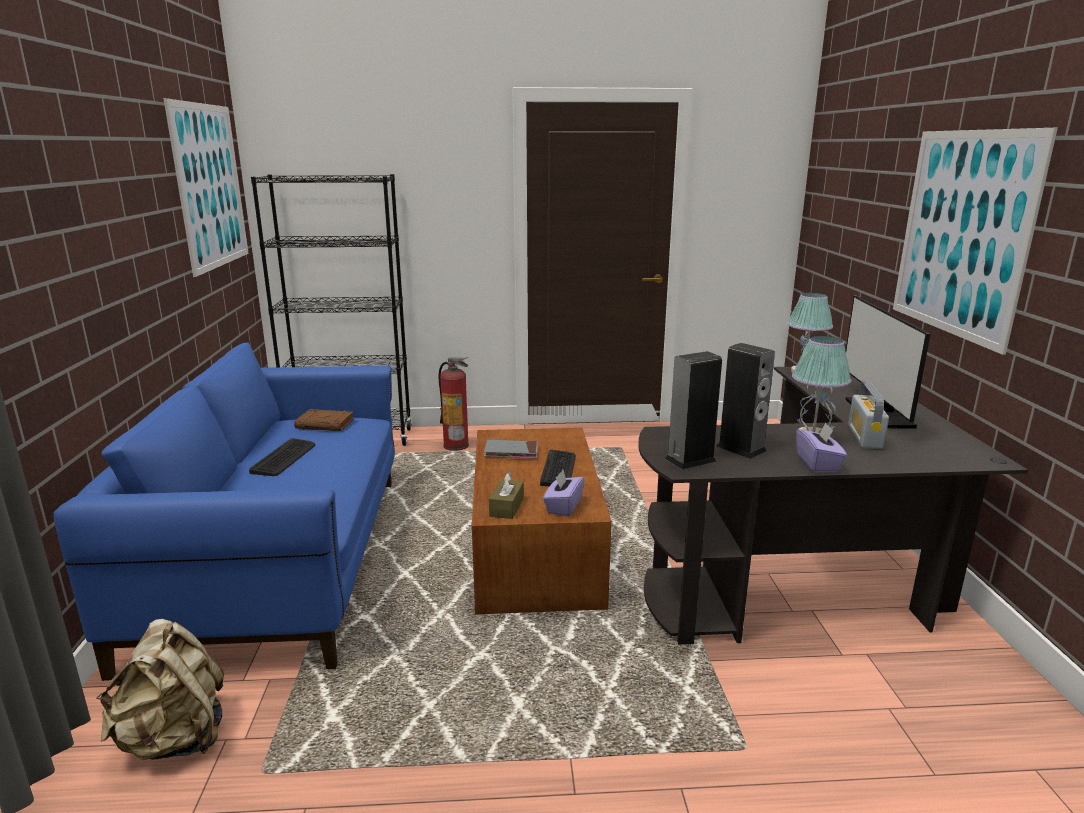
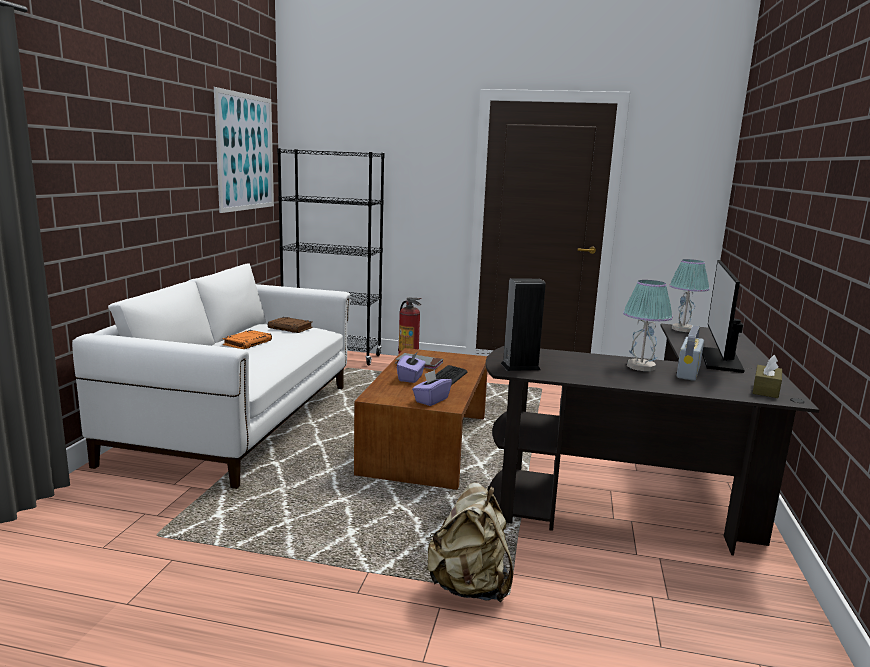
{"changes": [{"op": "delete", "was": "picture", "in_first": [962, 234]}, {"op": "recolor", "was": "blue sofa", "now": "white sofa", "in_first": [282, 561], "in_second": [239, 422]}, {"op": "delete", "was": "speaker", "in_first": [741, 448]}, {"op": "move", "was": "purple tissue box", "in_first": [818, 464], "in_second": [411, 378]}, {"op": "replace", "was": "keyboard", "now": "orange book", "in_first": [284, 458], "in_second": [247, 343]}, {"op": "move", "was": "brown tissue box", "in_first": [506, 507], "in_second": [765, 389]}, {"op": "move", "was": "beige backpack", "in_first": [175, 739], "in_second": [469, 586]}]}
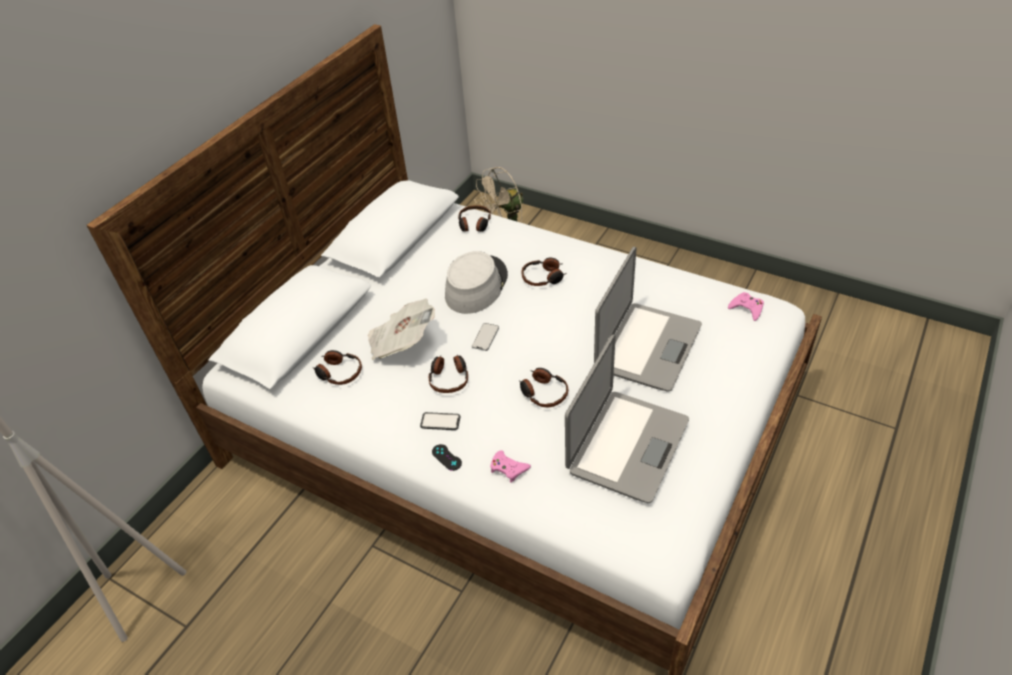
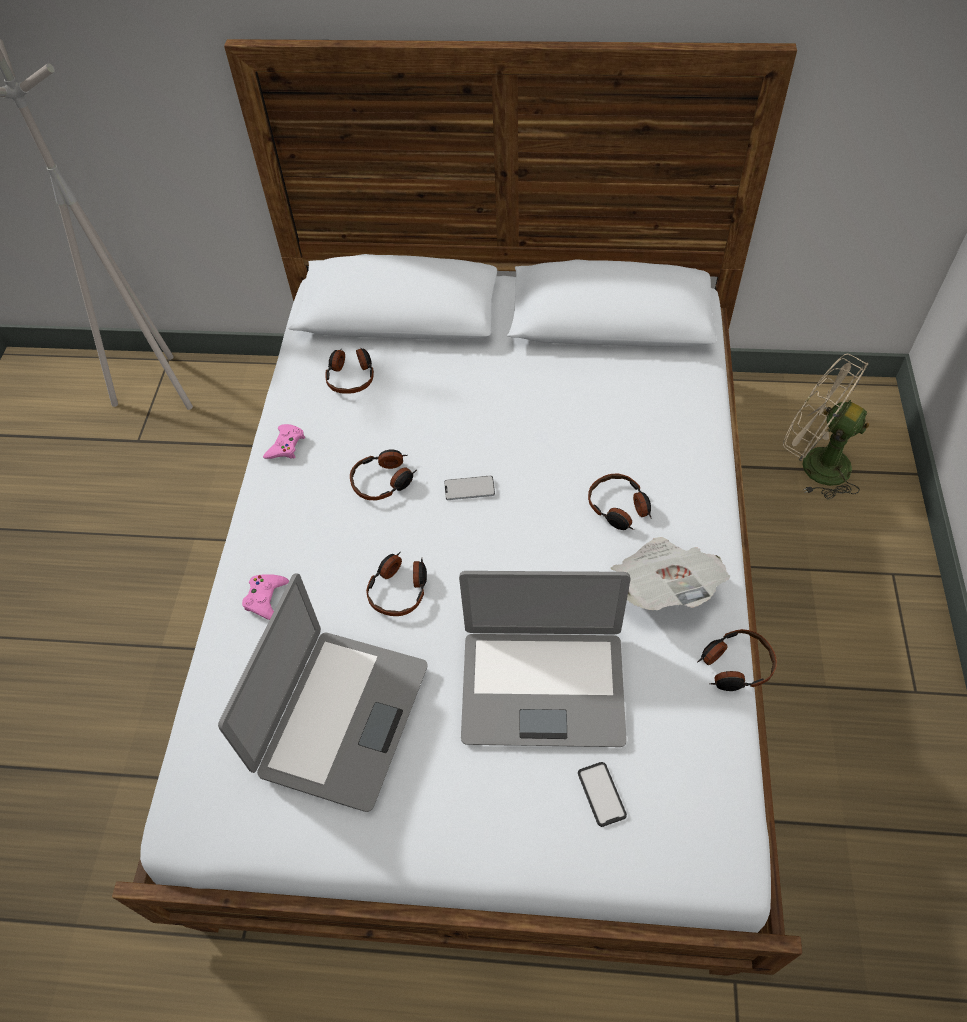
{"changes": [{"op": "move", "was": "headphones", "in_first": [474, 224], "in_second": [735, 666]}, {"op": "delete", "was": "grey hat", "in_first": [476, 285]}, {"op": "move", "was": "pink game controller", "in_first": [747, 308], "in_second": [286, 445]}, {"op": "move", "was": "newspaper", "in_first": [401, 343], "in_second": [664, 587]}, {"op": "rotate", "was": "laptop", "in_first": [626, 445], "in_second": [341, 718], "clockwise": -75}, {"op": "move", "was": "phone", "in_first": [440, 421], "in_second": [601, 794]}, {"op": "delete", "was": "black game controller", "in_first": [446, 457]}]}
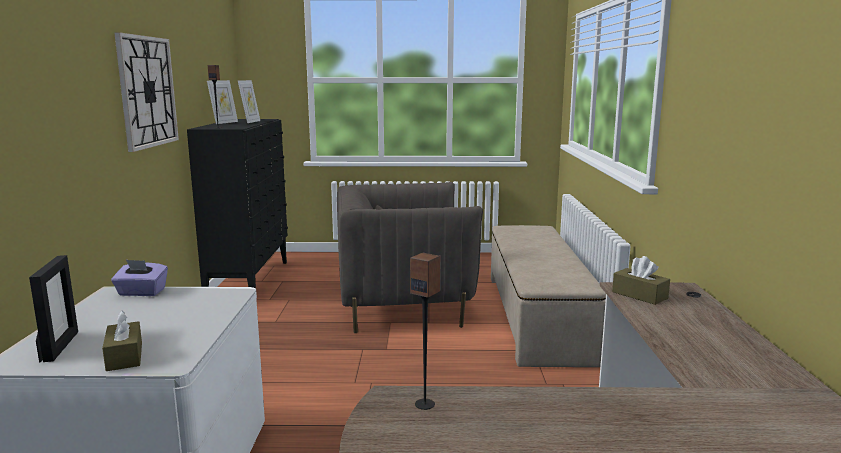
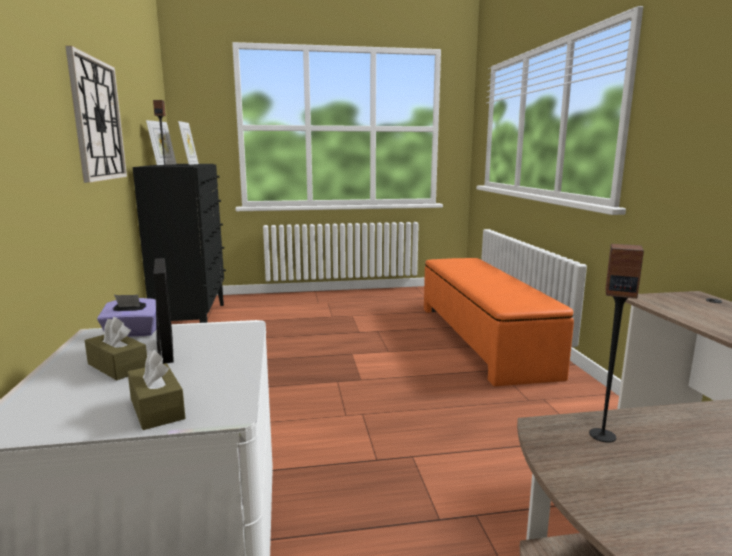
{"changes": [{"op": "delete", "was": "grey armchair", "in_first": [403, 303]}, {"op": "recolor", "was": "beige bench", "now": "orange bench", "in_first": [537, 316], "in_second": [483, 339]}, {"op": "move", "was": "picture frame", "in_first": [59, 346], "in_second": [166, 349]}, {"op": "move", "was": "brown tissue box", "in_first": [639, 295], "in_second": [117, 367]}]}
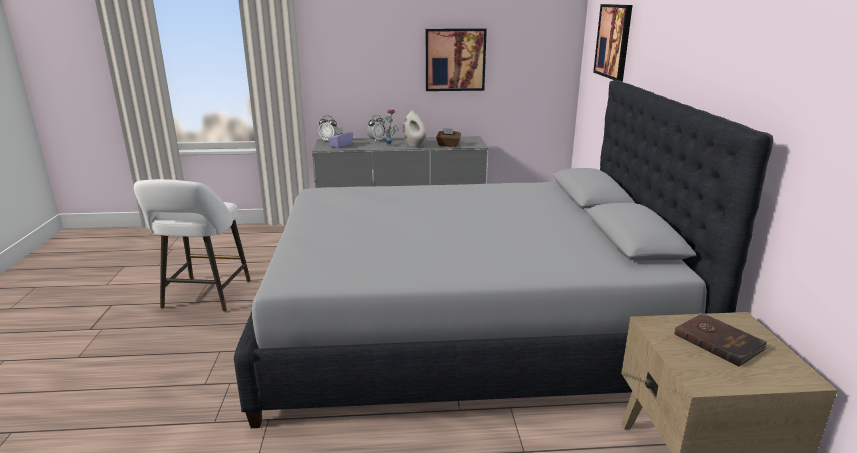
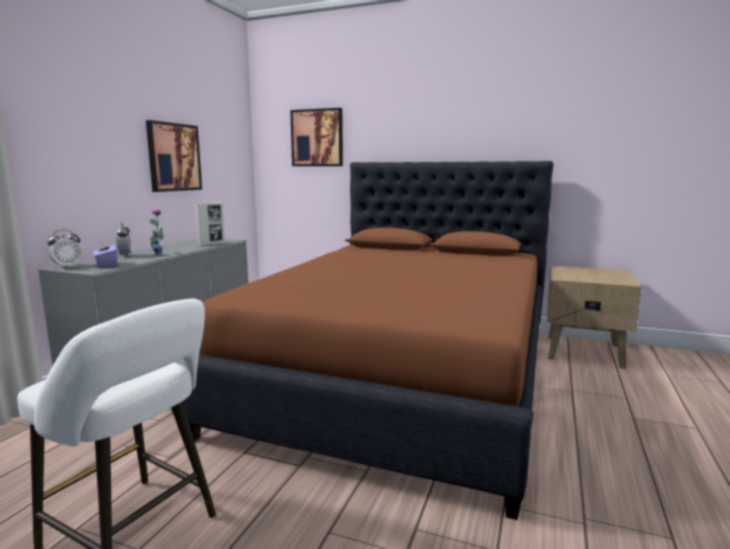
{"changes": [{"op": "recolor", "was": "grey bed", "now": "brown bed", "in_first": [466, 329], "in_second": [404, 375]}, {"op": "delete", "was": "white vase", "in_first": [415, 145]}, {"op": "replace", "was": "brown tissue box", "now": "picture frame", "in_first": [448, 145], "in_second": [211, 244]}, {"op": "delete", "was": "brown book", "in_first": [718, 341]}]}
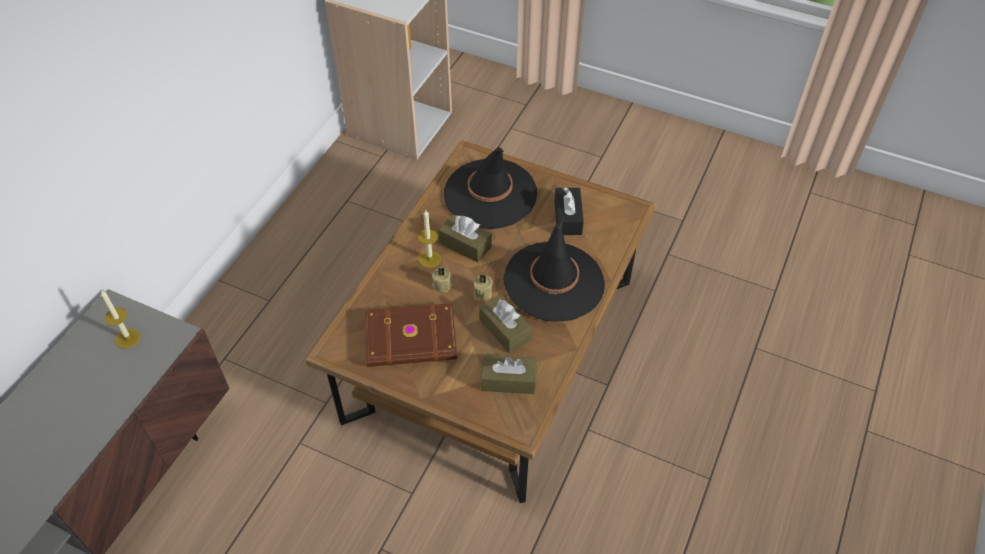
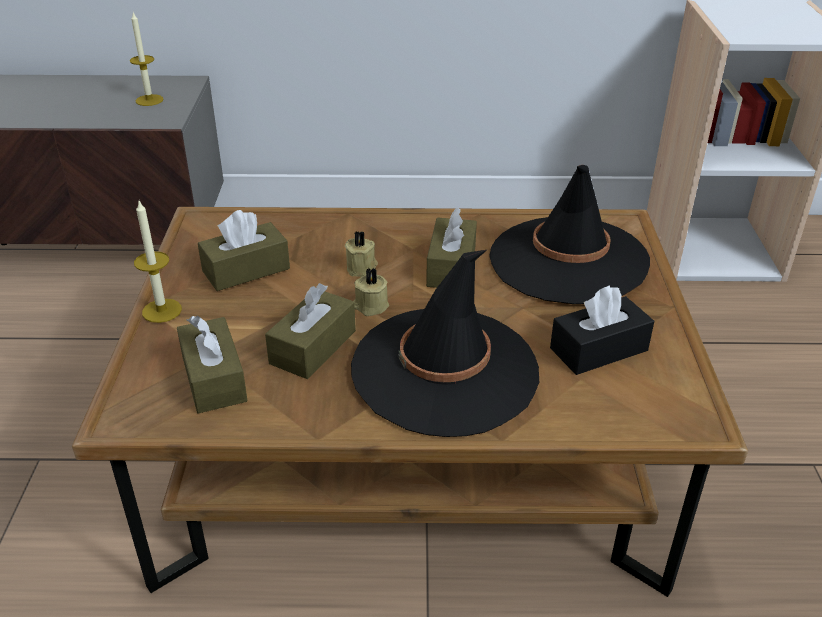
{"changes": [{"op": "move", "was": "candle", "in_first": [429, 259], "in_second": [162, 310]}, {"op": "replace", "was": "brown book", "now": "brown tissue box", "in_first": [411, 340], "in_second": [246, 270]}]}
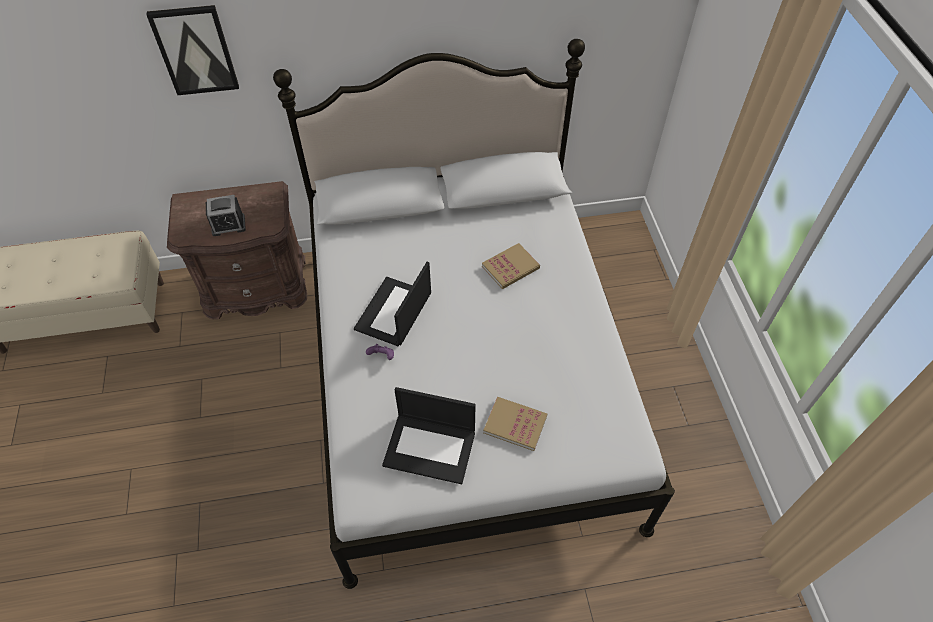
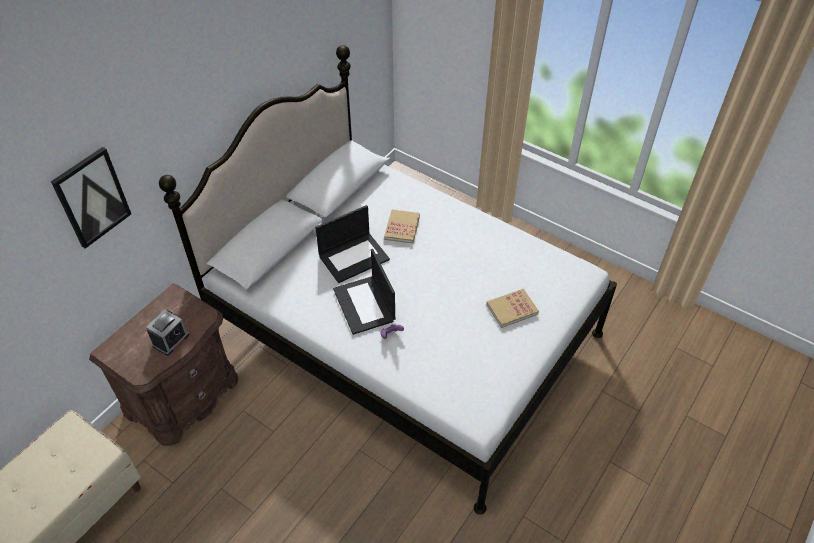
{"changes": [{"op": "move", "was": "laptop", "in_first": [431, 448], "in_second": [354, 257]}]}
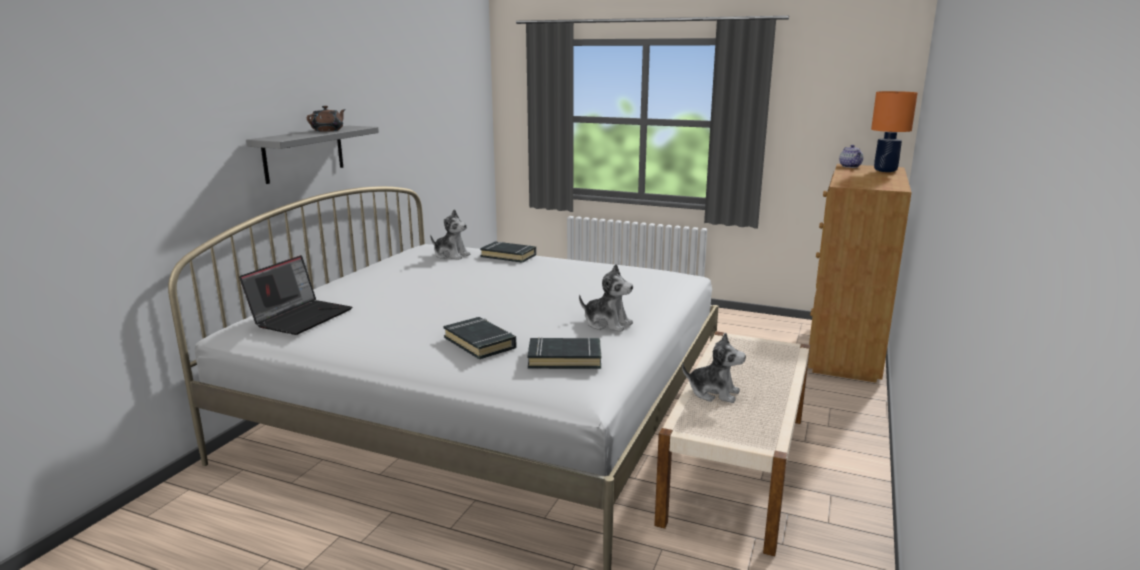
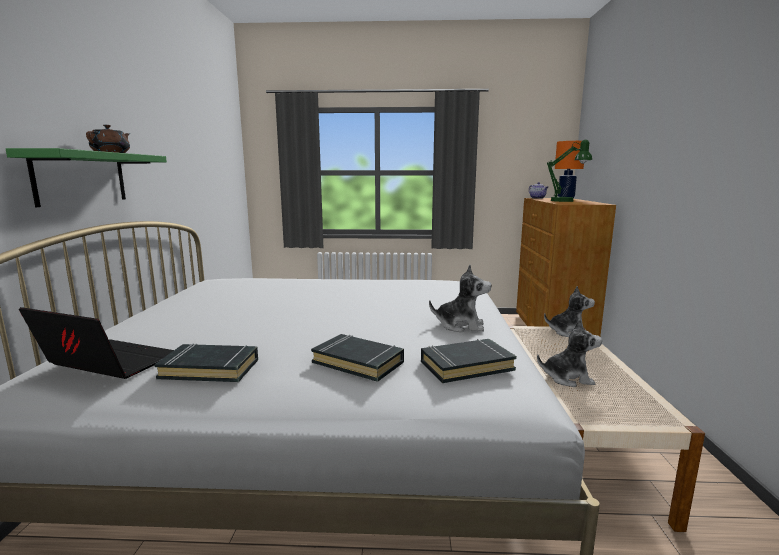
{"changes": [{"op": "recolor", "was": "grey shelf", "now": "green shelf", "in_first": [304, 153], "in_second": [81, 178]}, {"op": "move", "was": "plush toy", "in_first": [451, 255], "in_second": [568, 332]}, {"op": "move", "was": "black book", "in_first": [508, 256], "in_second": [210, 368]}, {"op": "rotate", "was": "laptop", "in_first": [301, 317], "in_second": [106, 363], "clockwise": -75}, {"op": "insert", "now": "green table lamp", "in_second": [567, 201]}]}
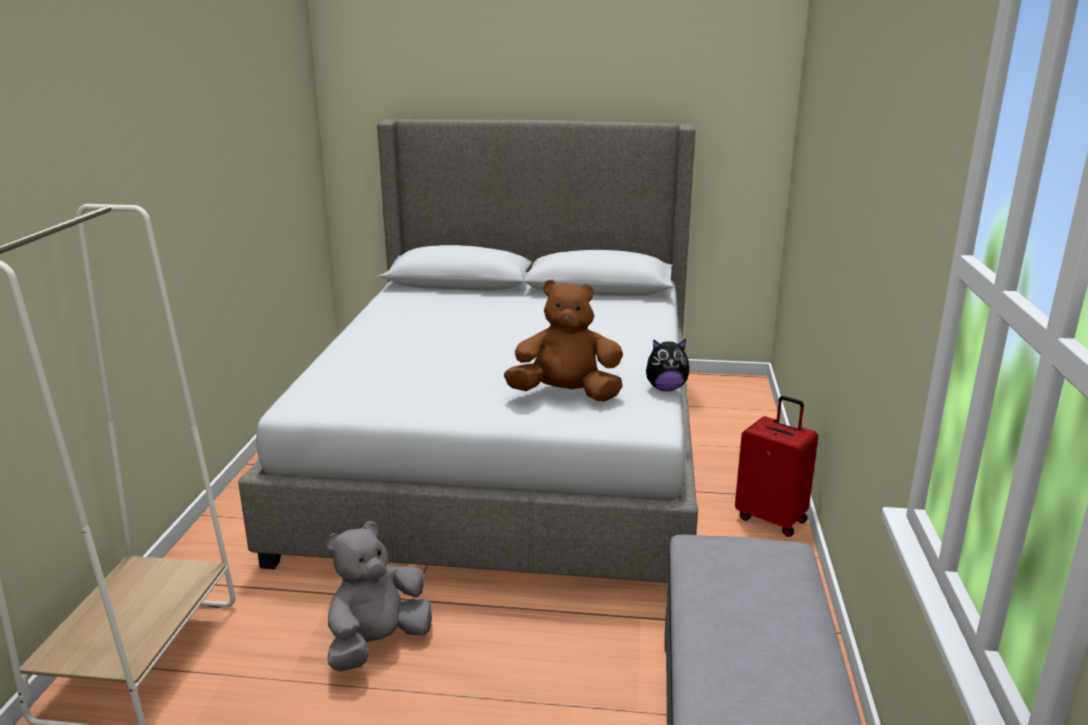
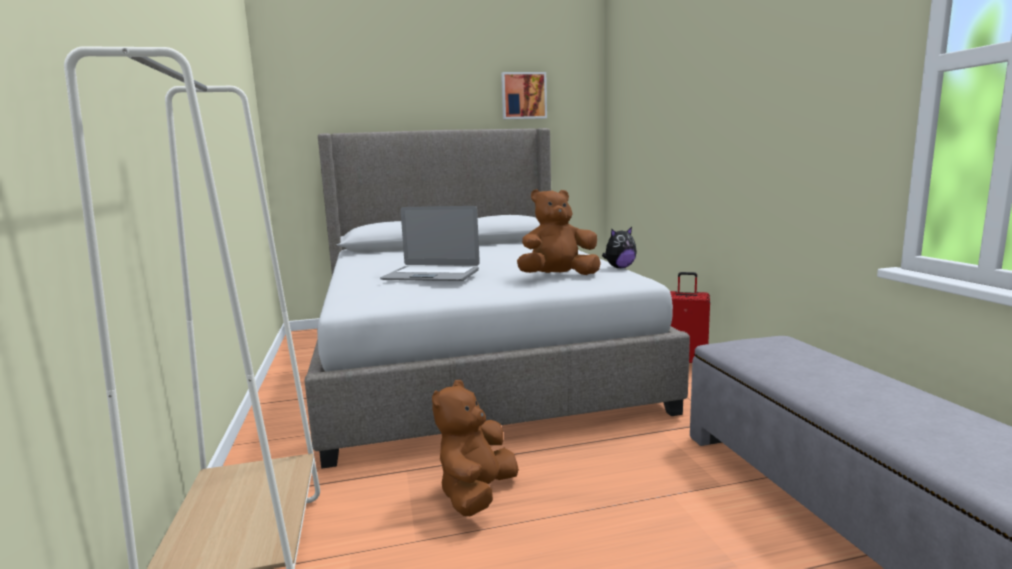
{"changes": [{"op": "recolor", "was": "grey plush toy", "now": "brown plush toy", "in_first": [377, 644], "in_second": [477, 494]}, {"op": "insert", "now": "picture", "in_second": [523, 96]}, {"op": "insert", "now": "laptop", "in_second": [432, 275]}]}
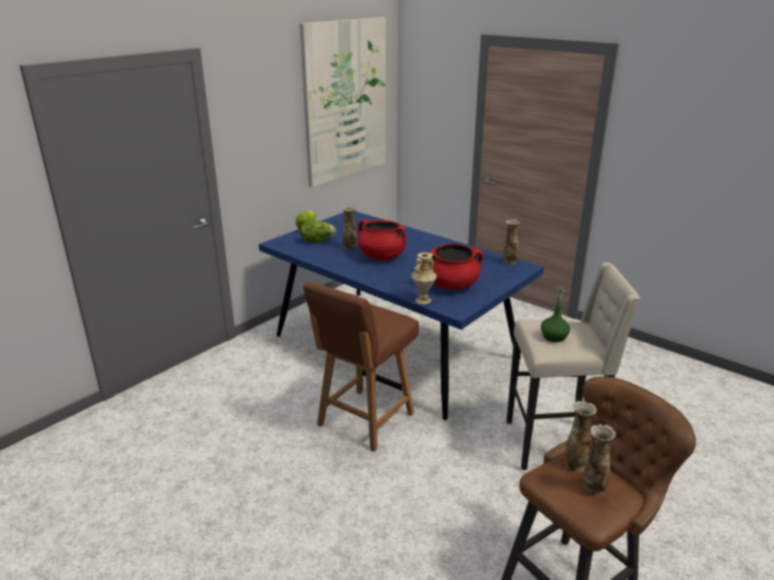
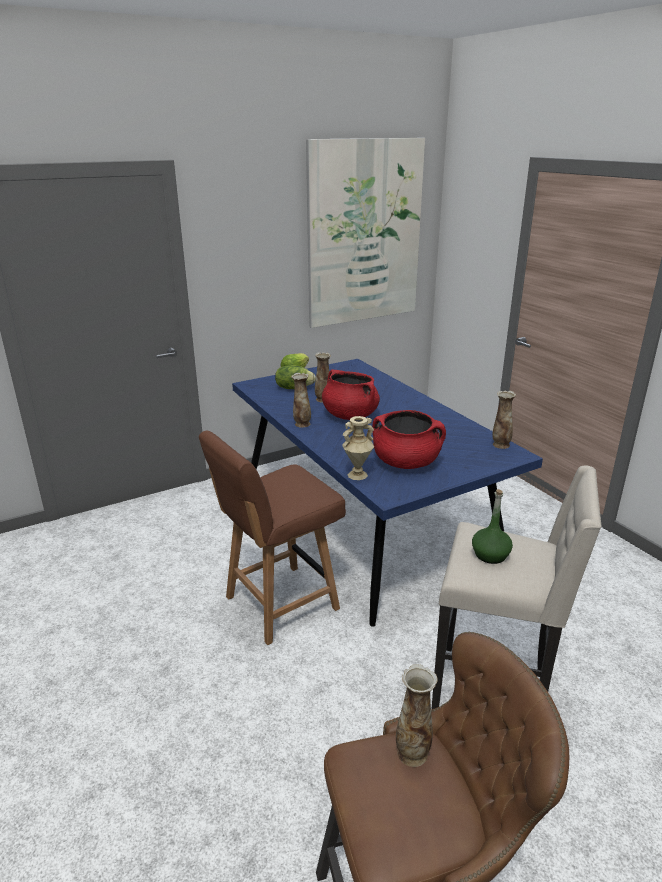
{"changes": [{"op": "move", "was": "vase", "in_first": [593, 488], "in_second": [302, 424]}]}
